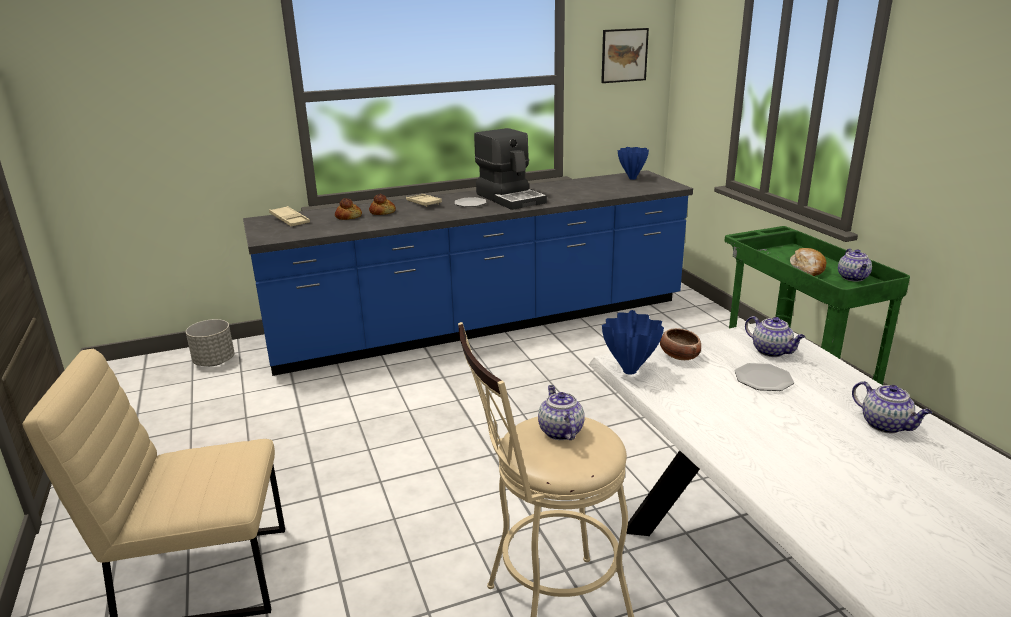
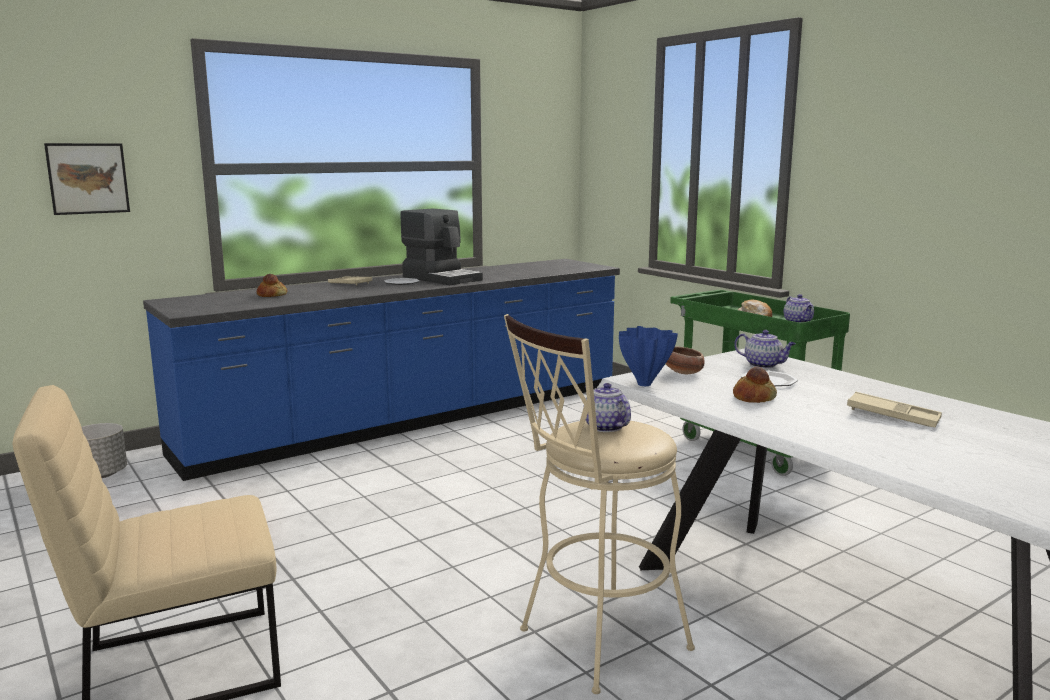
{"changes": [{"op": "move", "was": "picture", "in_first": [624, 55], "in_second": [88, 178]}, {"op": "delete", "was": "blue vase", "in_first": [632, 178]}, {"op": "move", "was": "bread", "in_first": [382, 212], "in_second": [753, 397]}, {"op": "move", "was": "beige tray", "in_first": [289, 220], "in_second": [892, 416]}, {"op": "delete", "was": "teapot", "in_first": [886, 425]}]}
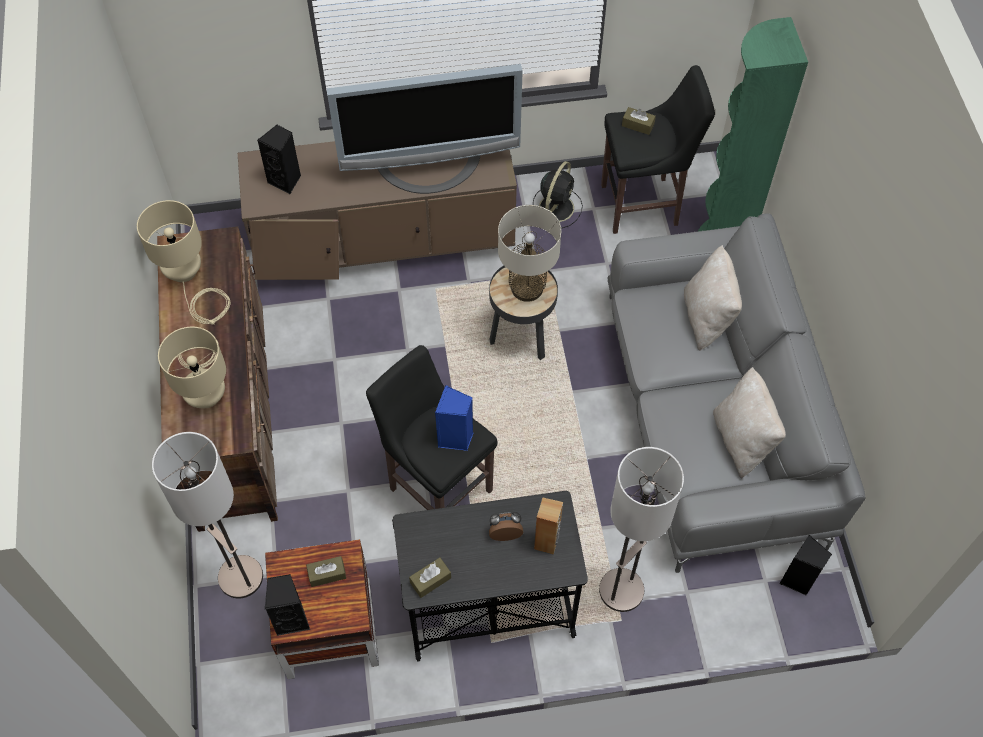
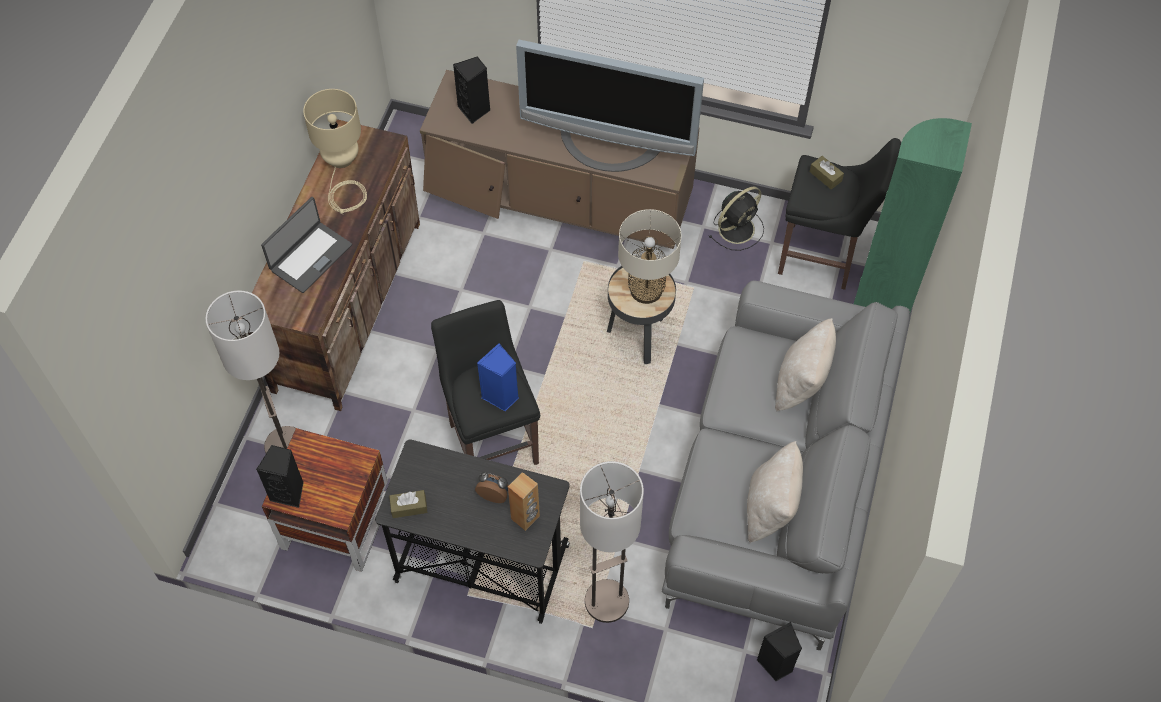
{"changes": [{"op": "replace", "was": "beige table lamp", "now": "laptop", "in_first": [203, 378], "in_second": [310, 257]}, {"op": "delete", "was": "brown tissue box", "in_first": [327, 574]}]}
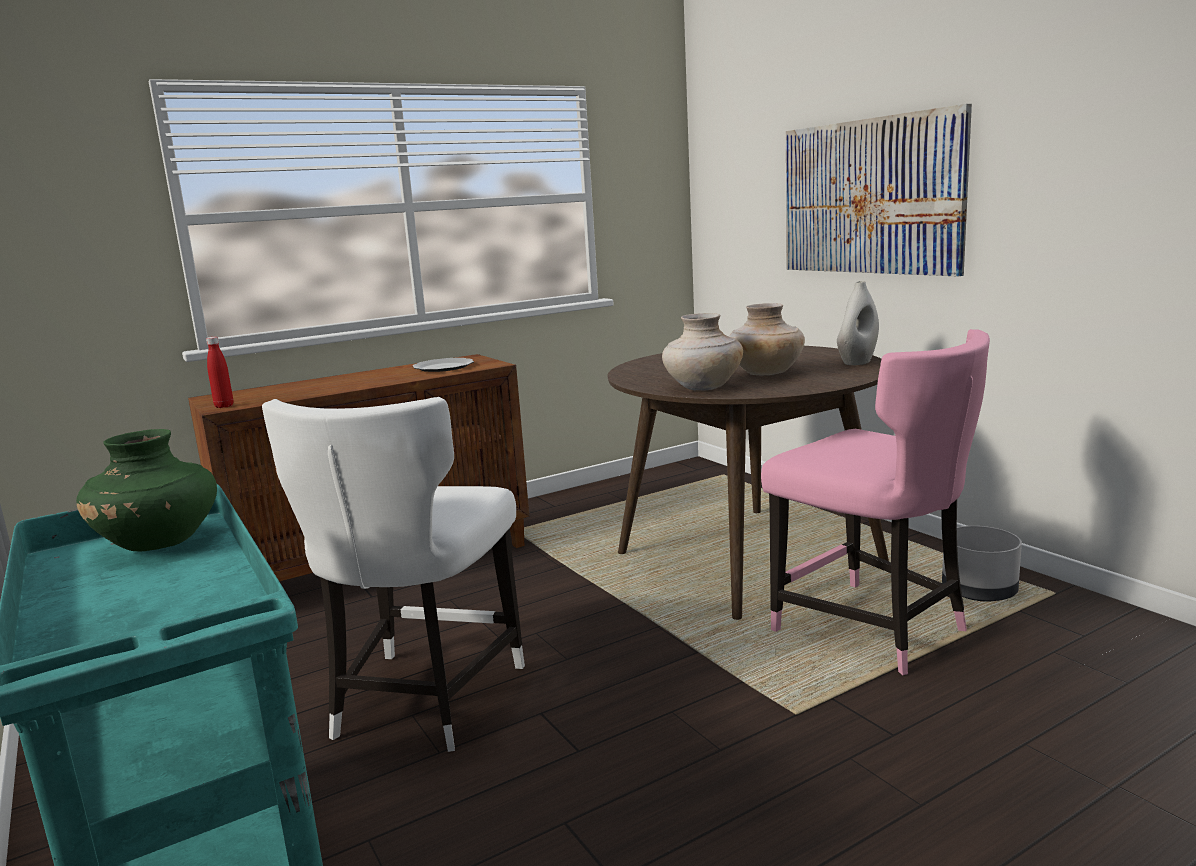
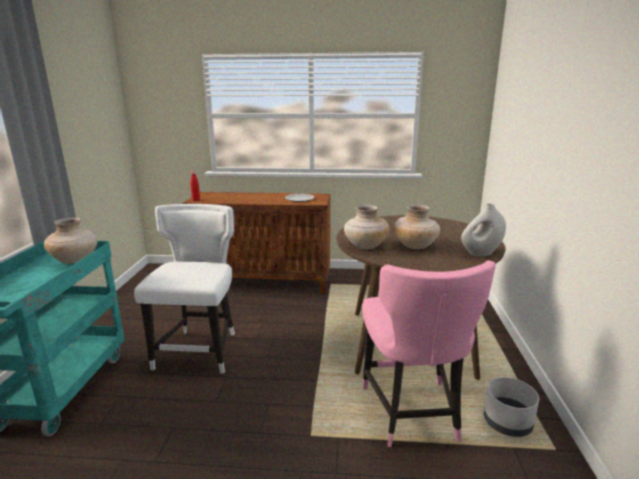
{"changes": [{"op": "delete", "was": "picture", "in_first": [869, 197]}, {"op": "rotate", "was": "white chair", "in_first": [422, 701], "in_second": [200, 350], "clockwise": 135}, {"op": "recolor", "was": "green vase", "now": "beige vase", "in_first": [160, 543], "in_second": [75, 260]}]}
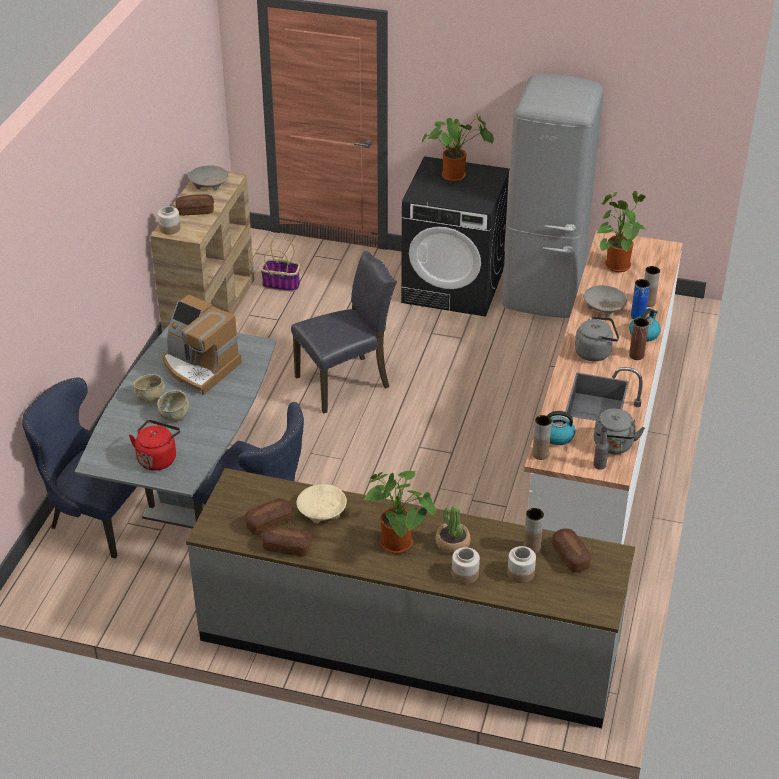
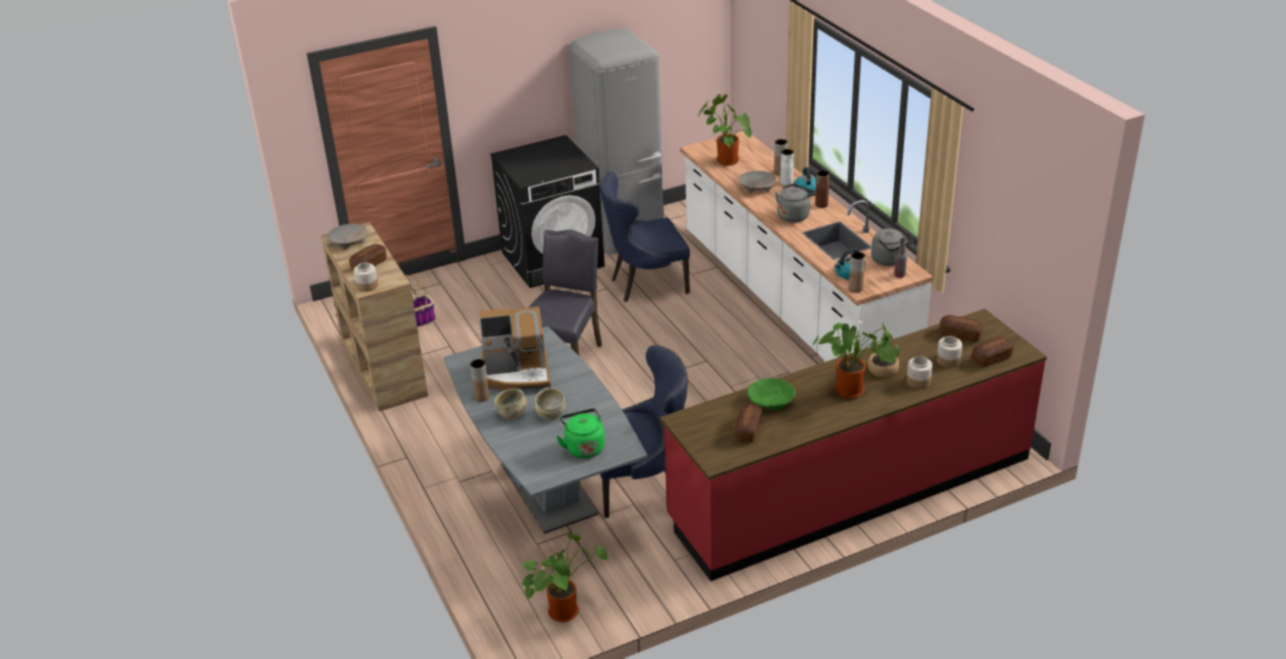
{"changes": [{"op": "move", "was": "potted plant", "in_first": [456, 175], "in_second": [565, 610]}, {"op": "recolor", "was": "blue vase", "now": "white vase", "in_first": [638, 316], "in_second": [786, 183]}, {"op": "move", "was": "blue chair", "in_first": [97, 520], "in_second": [646, 284]}, {"op": "recolor", "was": "red kettle", "now": "green kettle", "in_first": [158, 458], "in_second": [584, 447]}, {"op": "recolor", "was": "grey counter", "now": "red counter", "in_first": [408, 644], "in_second": [850, 489]}, {"op": "recolor", "was": "beige bowl", "now": "green bowl", "in_first": [321, 511], "in_second": [771, 402]}, {"op": "move", "was": "brown vase", "in_first": [531, 548], "in_second": [482, 397]}, {"op": "move", "was": "bread", "in_first": [287, 548], "in_second": [991, 358]}]}
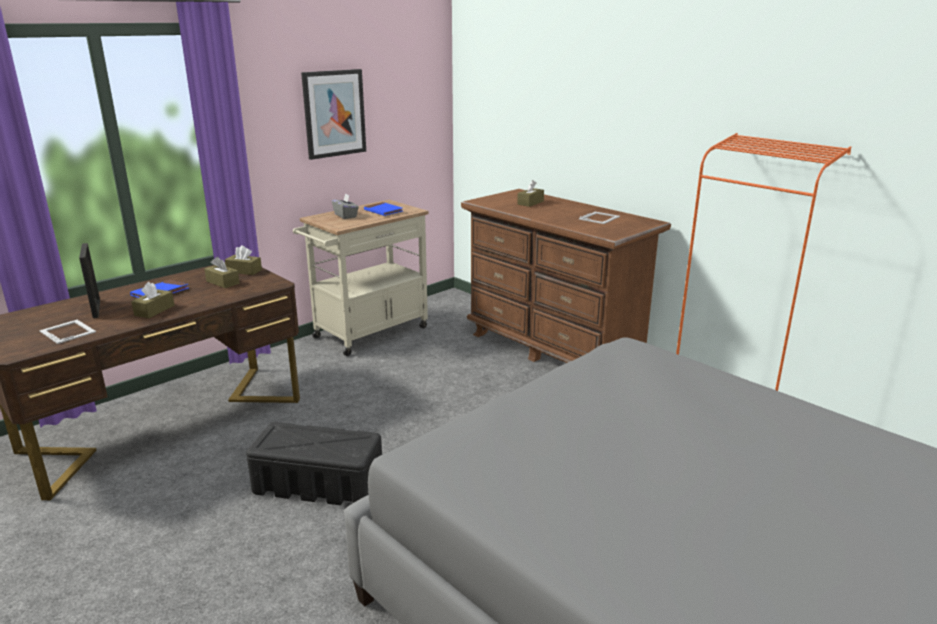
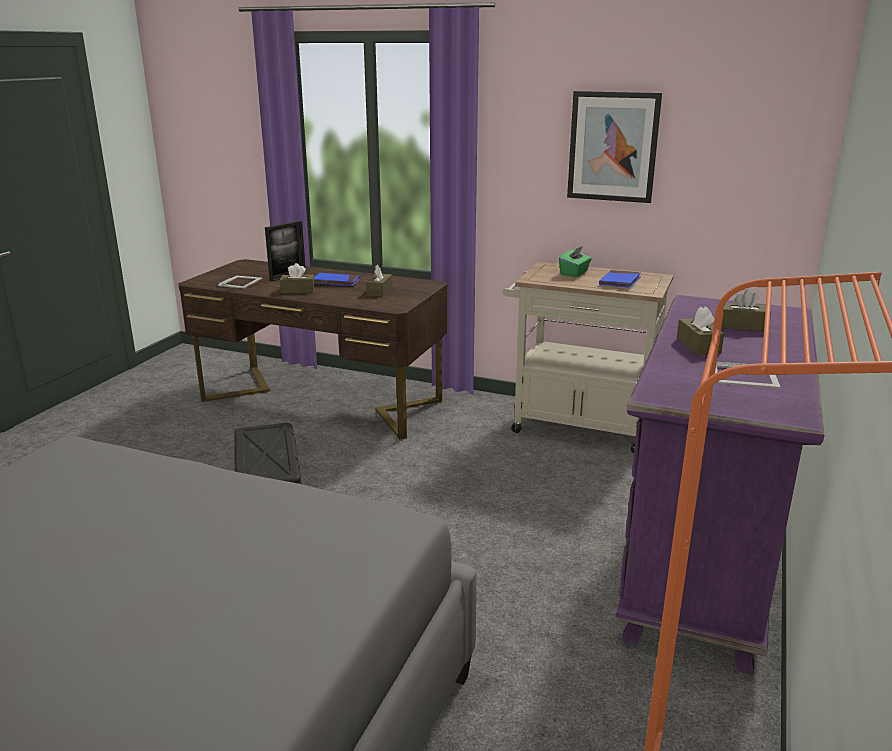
{"changes": [{"op": "recolor", "was": "brown dresser", "now": "purple dresser", "in_first": [553, 350], "in_second": [700, 567]}, {"op": "recolor", "was": "grey tissue box", "now": "green tissue box", "in_first": [346, 216], "in_second": [574, 273]}, {"op": "move", "was": "brown tissue box", "in_first": [244, 271], "in_second": [698, 346]}]}
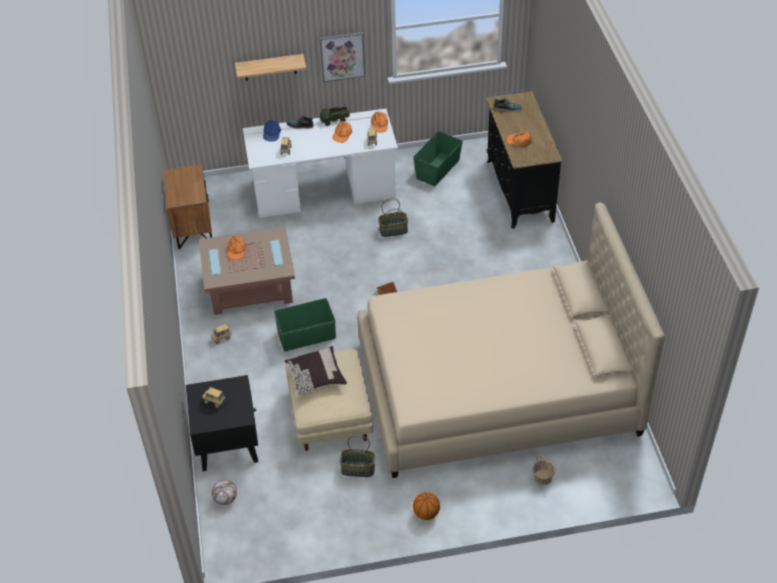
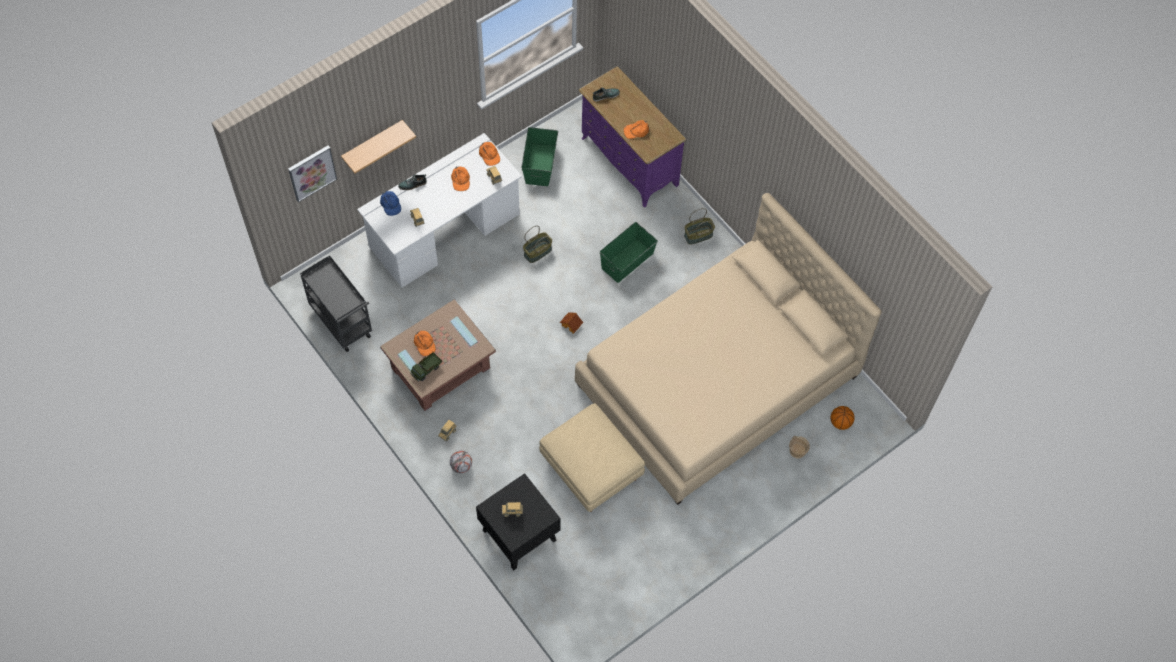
{"changes": [{"op": "move", "was": "picture", "in_first": [342, 56], "in_second": [312, 172]}, {"op": "recolor", "was": "black dresser", "now": "purple dresser", "in_first": [518, 191], "in_second": [628, 162]}, {"op": "move", "was": "toy truck", "in_first": [335, 120], "in_second": [427, 370]}, {"op": "replace", "was": "brown nightstand", "now": "grey cart", "in_first": [193, 227], "in_second": [342, 324]}, {"op": "move", "was": "green storage box", "in_first": [306, 335], "in_second": [627, 260]}, {"op": "delete", "was": "pillow", "in_first": [316, 377]}, {"op": "move", "was": "basket", "in_first": [357, 469], "in_second": [698, 236]}, {"op": "move", "was": "football", "in_first": [226, 499], "in_second": [461, 466]}, {"op": "move", "was": "basketball", "in_first": [426, 513], "in_second": [840, 422]}]}
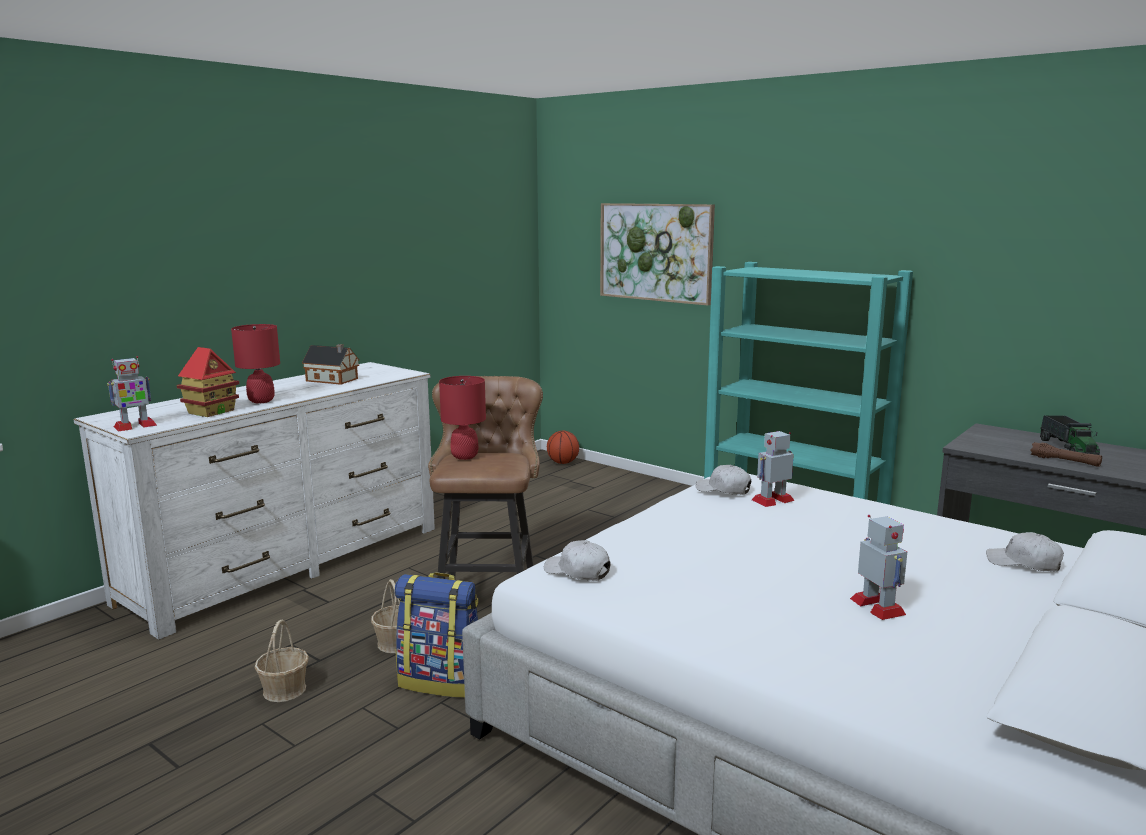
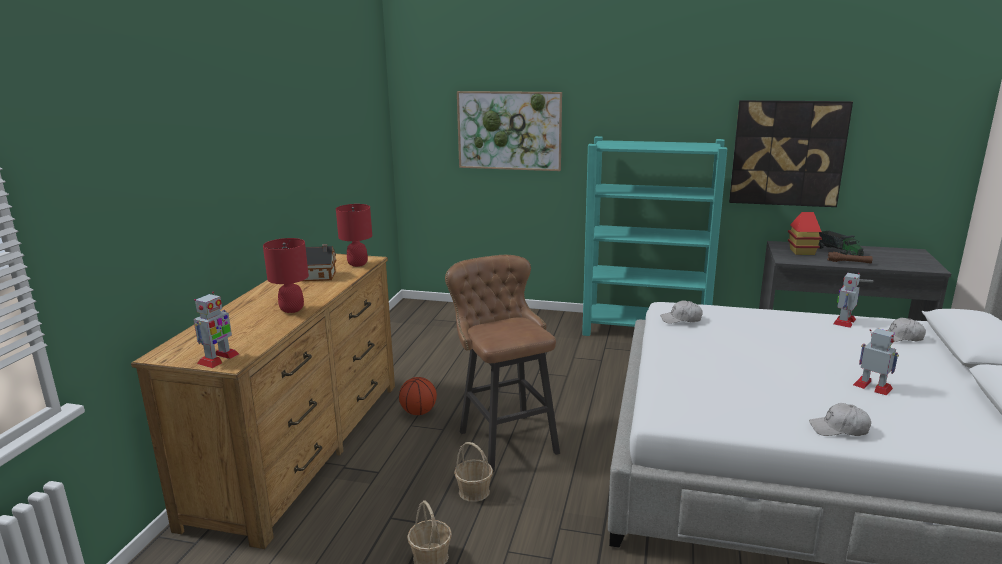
{"changes": [{"op": "move", "was": "toy house", "in_first": [211, 411], "in_second": [802, 251]}, {"op": "recolor", "was": "white dresser", "now": "brown dresser", "in_first": [287, 564], "in_second": [301, 447]}, {"op": "move", "was": "red table lamp", "in_first": [463, 457], "in_second": [357, 265]}, {"op": "move", "was": "basketball", "in_first": [562, 463], "in_second": [418, 412]}, {"op": "move", "was": "toy robot", "in_first": [773, 500], "in_second": [844, 321]}, {"op": "move", "was": "white cap", "in_first": [577, 572], "in_second": [839, 429]}, {"op": "delete", "was": "backpack", "in_first": [441, 681]}, {"op": "insert", "now": "picture", "in_second": [787, 153]}]}
